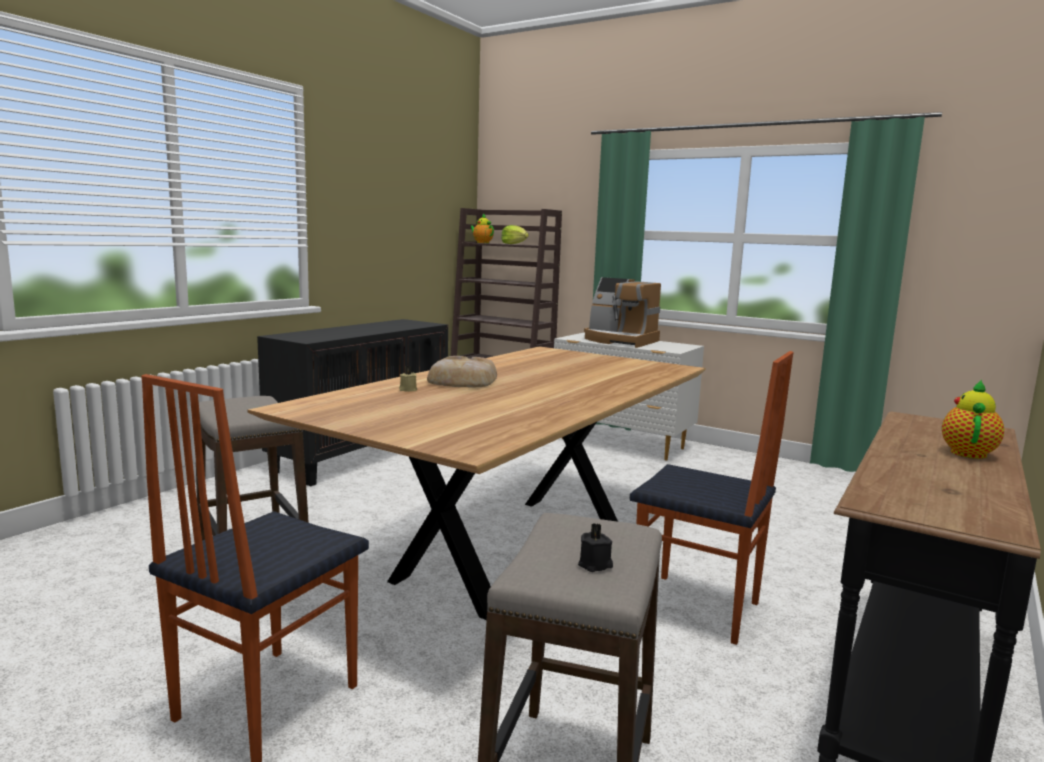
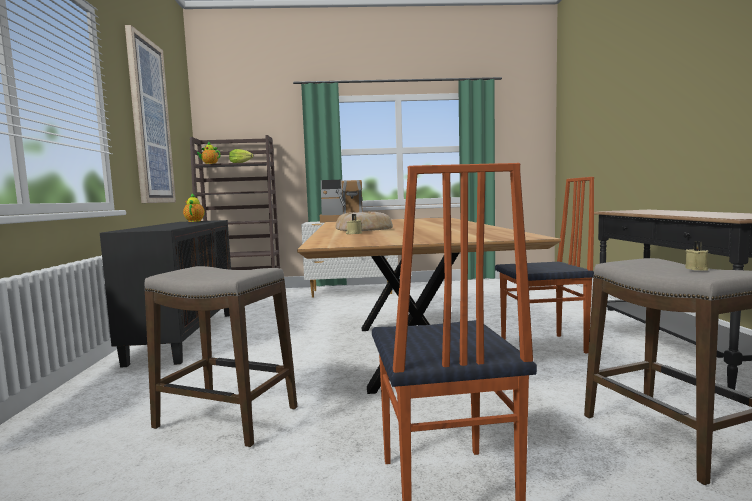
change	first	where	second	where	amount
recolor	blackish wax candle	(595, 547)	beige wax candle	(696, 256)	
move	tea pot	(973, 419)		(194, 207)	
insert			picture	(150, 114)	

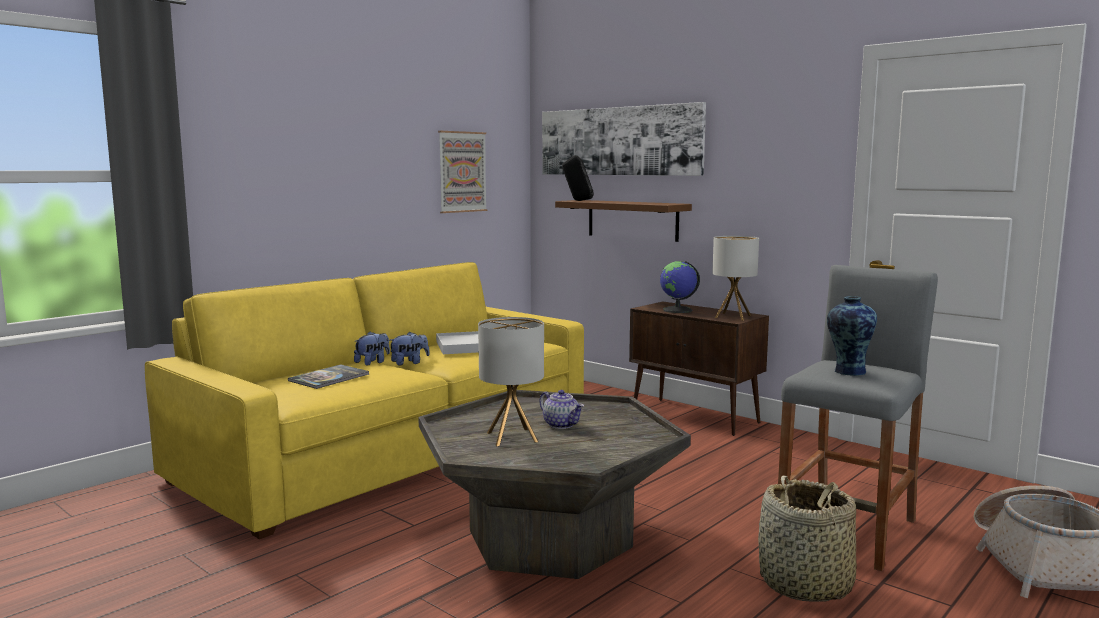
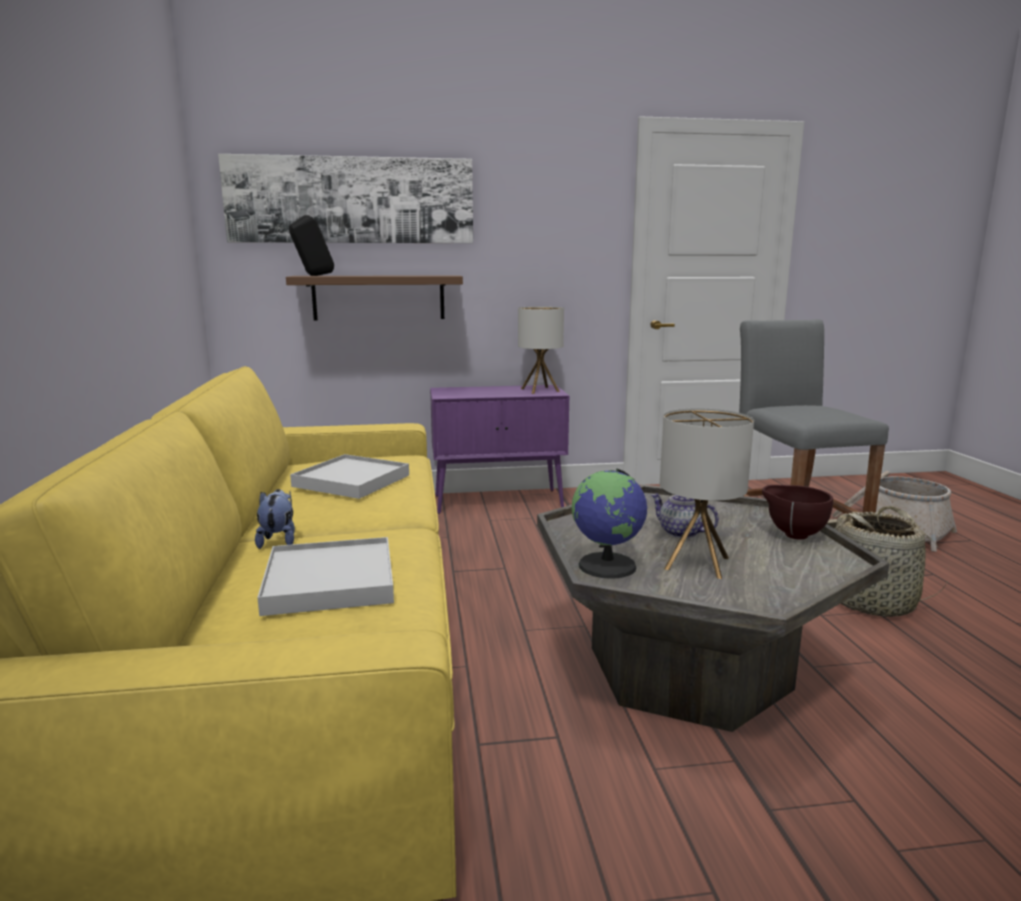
change	first	where	second	where	amount
replace	bound book	(328, 376)	white-coloured tray	(325, 576)	
delete	cuddly toy	(409, 348)			
delete	picture	(462, 172)			
rotate	tea pot	(562, 409)		(684, 516)	135 degrees counterclockwise
recolor	brownish cabinet	(699, 369)	purple cabinet	(499, 449)	
move	desk globe	(680, 287)		(609, 524)	
delete	vase	(852, 336)			
insert			brownish deep dish	(797, 512)	

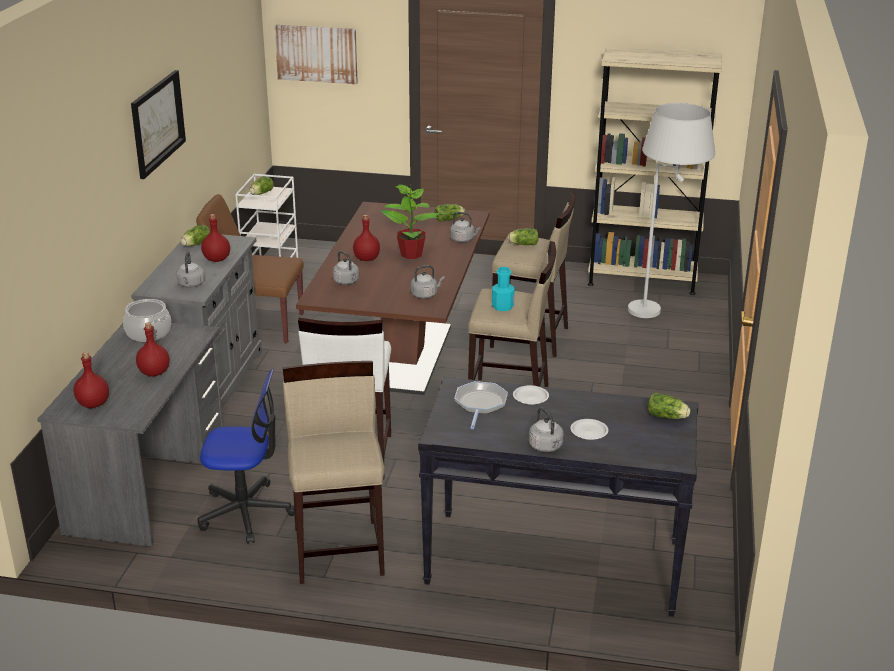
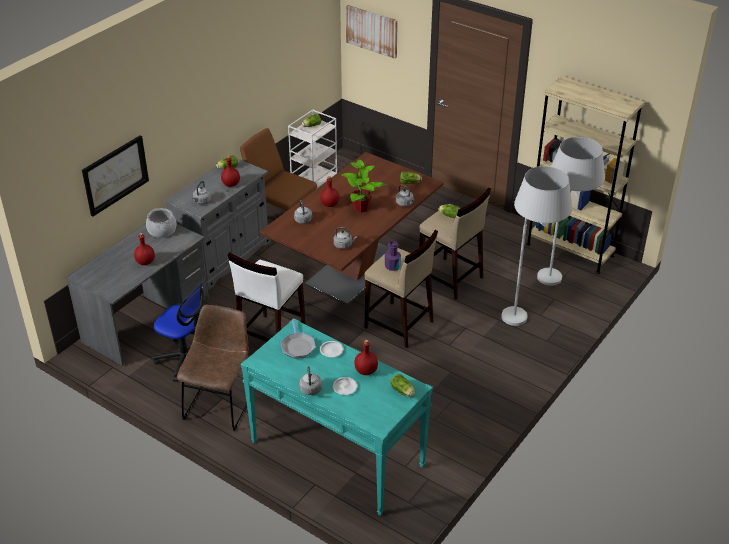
change	first	where	second	where	amount
move	red-coloured beverage bottle	(91, 380)		(366, 357)	
move	picture	(158, 124)		(115, 175)	
replace	beige stool	(334, 472)	brownish chair	(212, 368)	
recolor	blackish hall table	(558, 496)	turquoise-coloured hall table	(337, 417)	
rotate	frying pan	(481, 405)		(298, 339)	135 degrees clockwise
recolor	turquoise-coloured beverage bottle	(503, 289)	purple beverage bottle	(393, 256)	
insert			white-coloured standing lamp	(536, 246)	

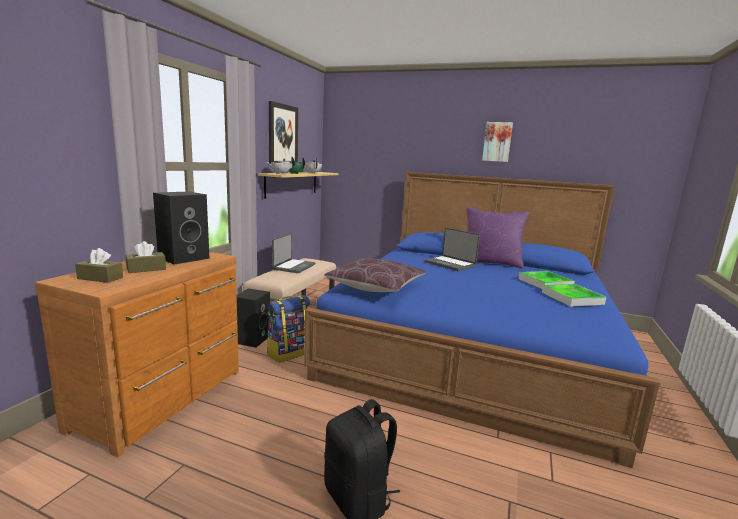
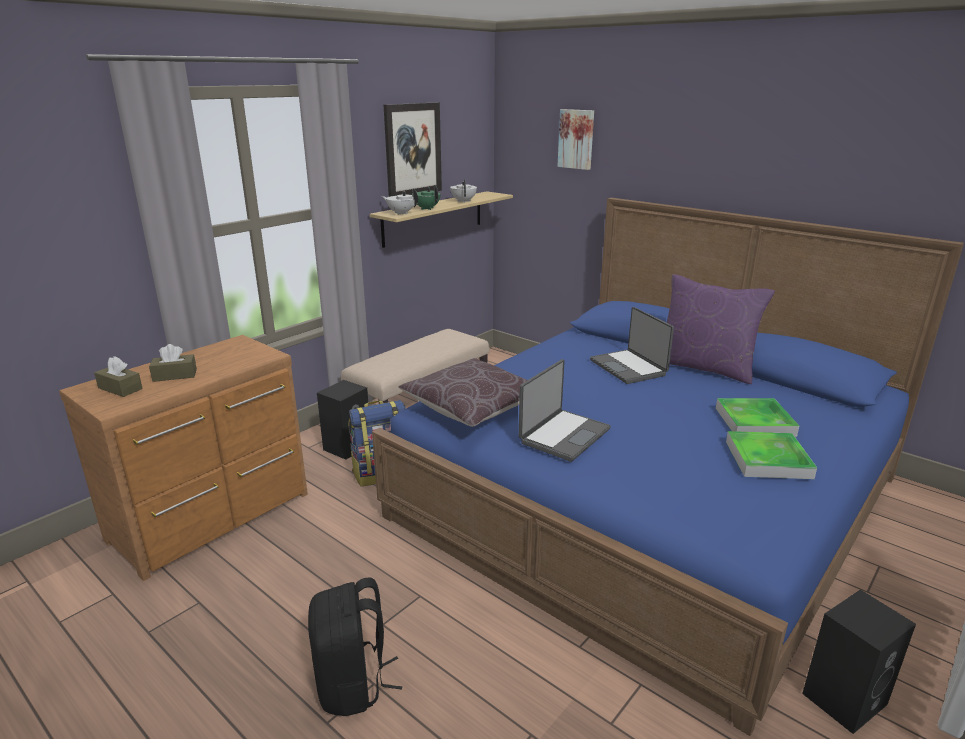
change	first	where	second	where	amount
move	blackish loudspeaker	(181, 228)		(859, 662)	
move	laptop	(293, 253)		(565, 410)	
move	picture	(497, 142)		(575, 139)	

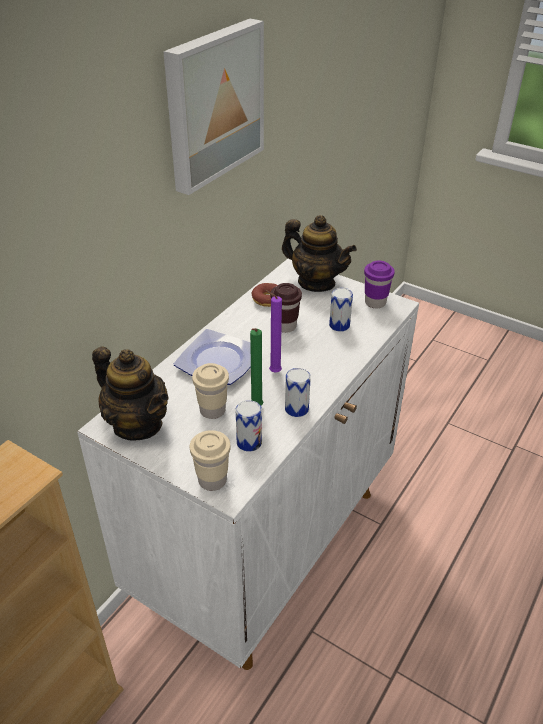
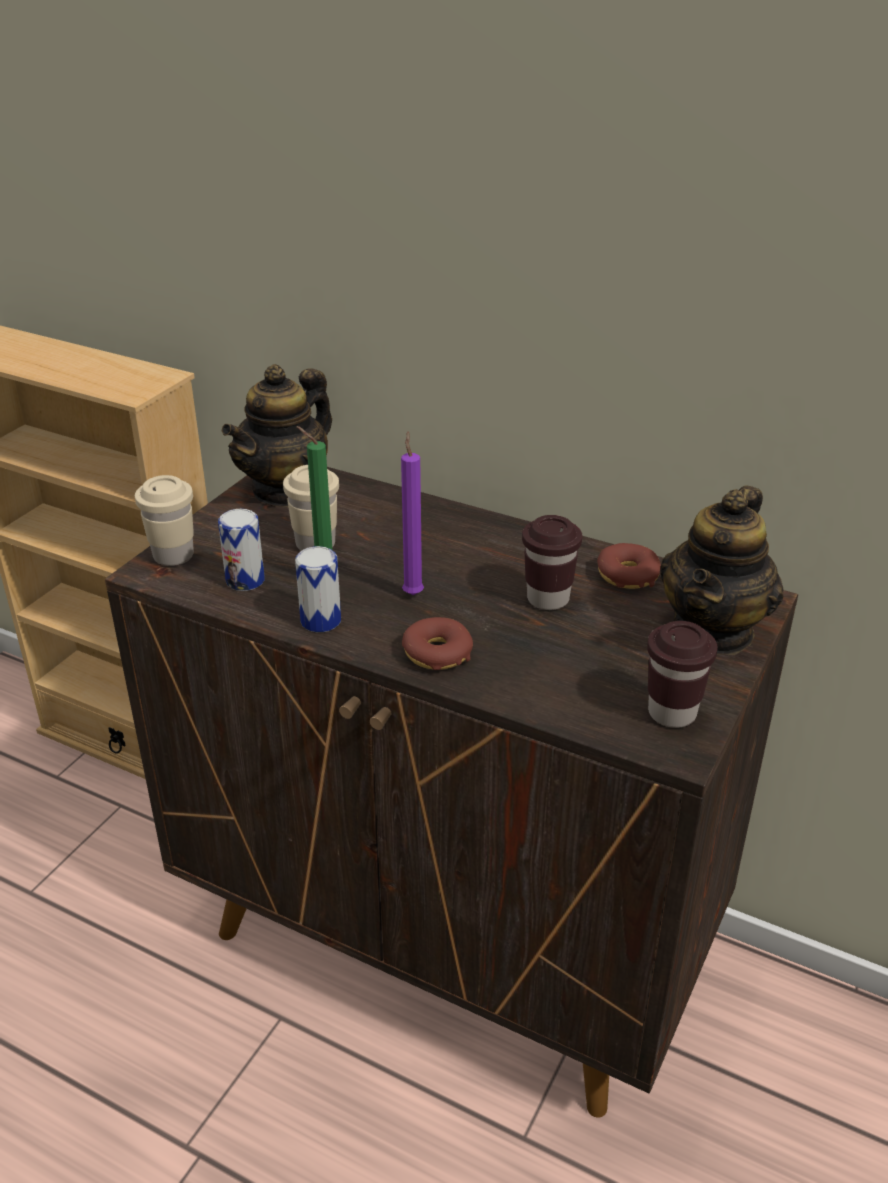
change	first	where	second	where	amount
recolor	white-coloured cabinet	(248, 464)	brownish cabinet	(451, 792)	
delete	picture	(213, 107)			
delete	plate	(212, 357)			
delete	metal can	(341, 310)			
recolor	purple drinking cup	(379, 284)	brownish drinking cup	(682, 674)	
insert			ring doughnut	(437, 643)	

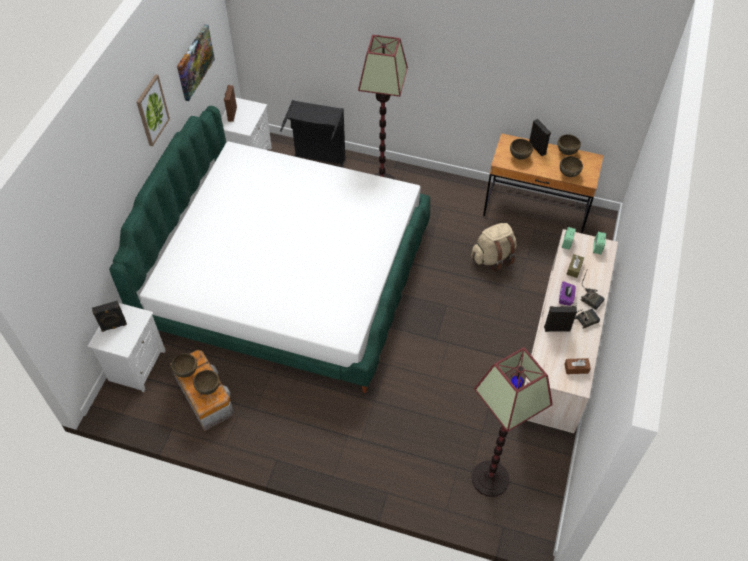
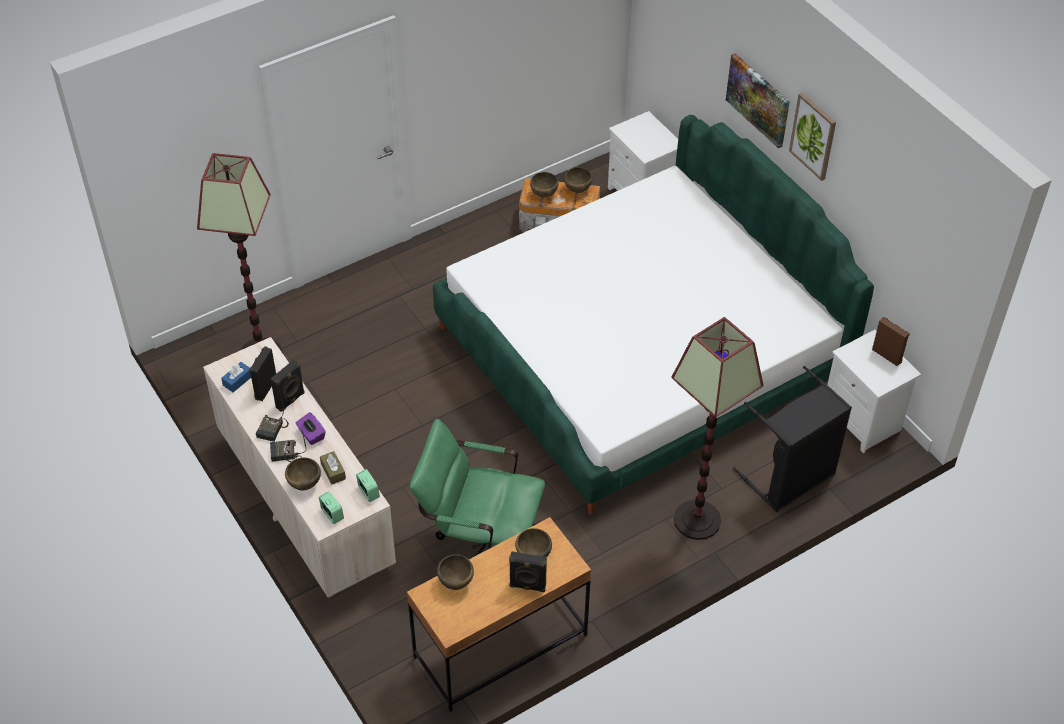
change	first	where	second	where	amount
move	blackish loudspeaker	(109, 316)		(262, 373)	
move	picture	(196, 62)		(758, 100)	
replace	beige backpack	(493, 247)	green-coloured computer chair	(477, 487)	
move	brownish deep dish	(569, 144)		(303, 474)	
recolor	brownish tissue holder	(578, 366)	bluish tissue holder	(236, 377)	

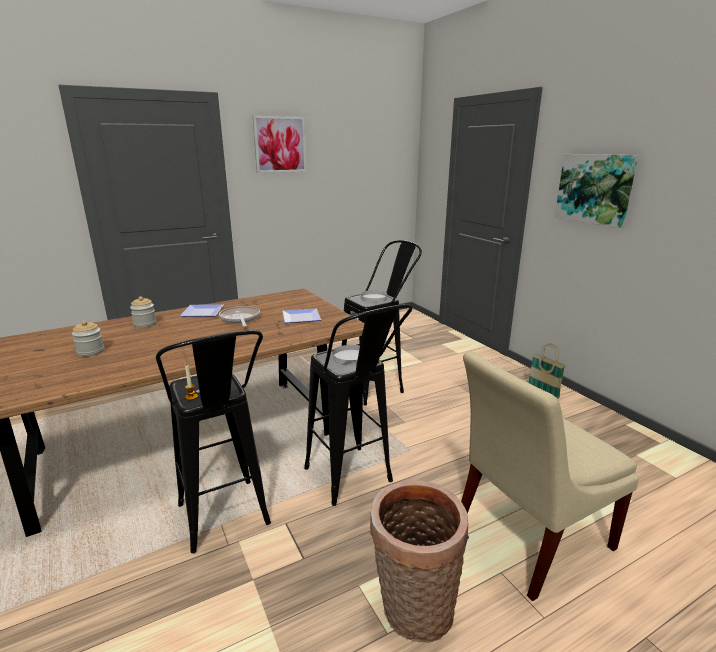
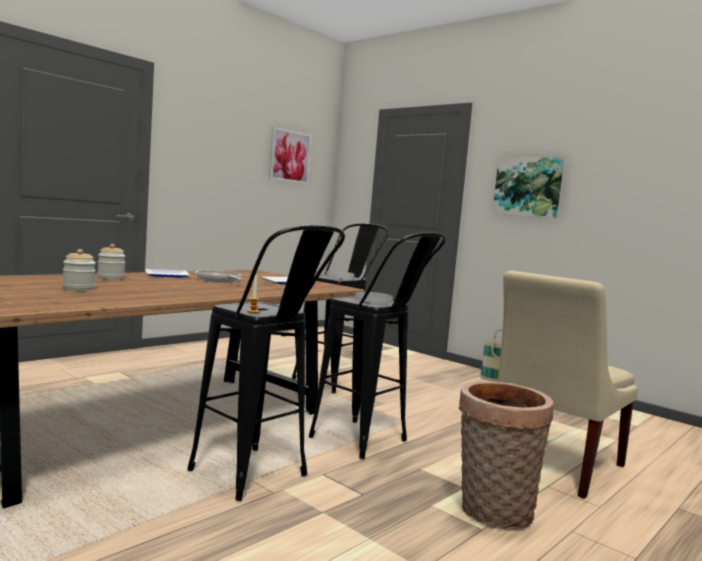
change	first	where	second	where	amount
move	picture	(280, 144)		(290, 155)	

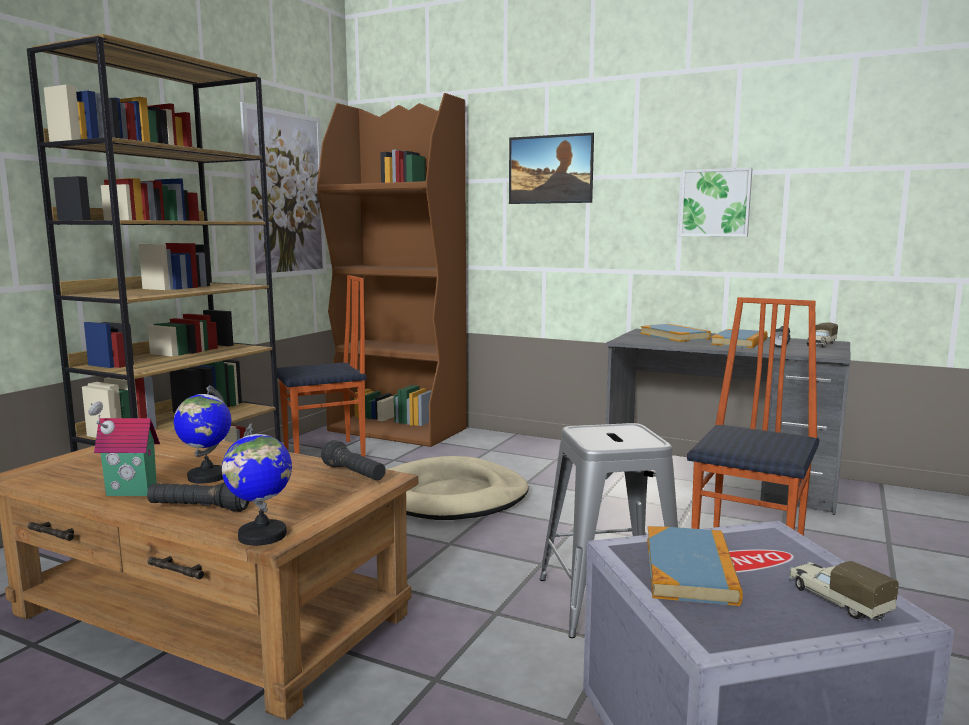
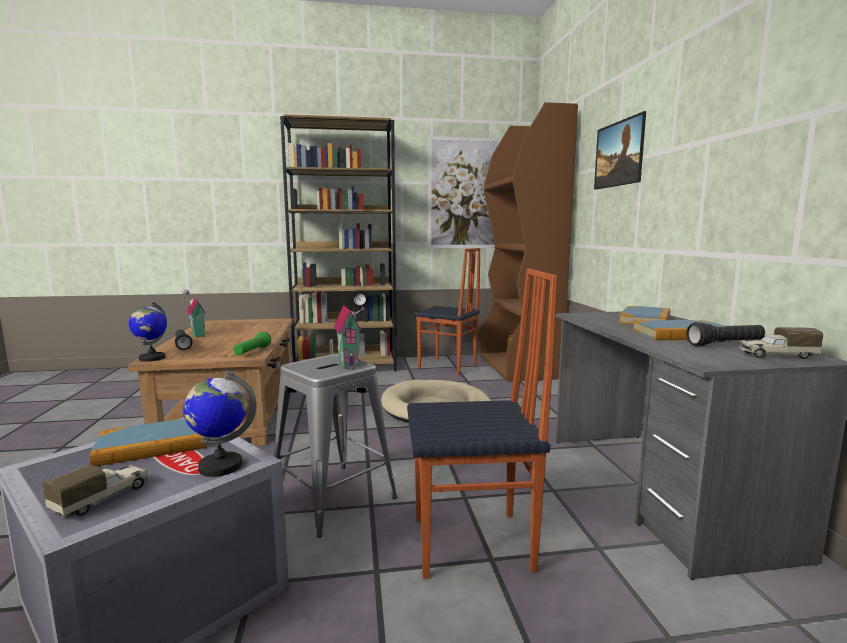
change	first	where	second	where	amount
move	desk globe	(202, 434)		(219, 424)	
recolor	blackish hand torch	(353, 460)	green-coloured hand torch	(252, 343)	
delete	picture	(716, 202)			
insert			toy house	(350, 331)	

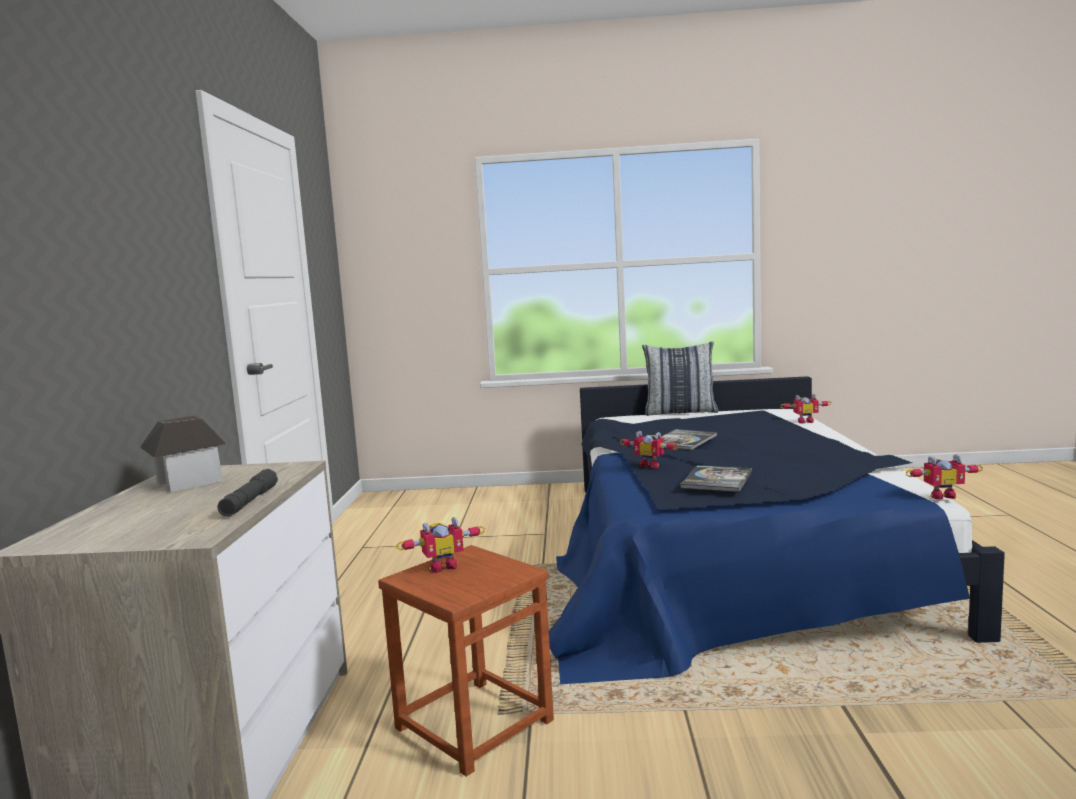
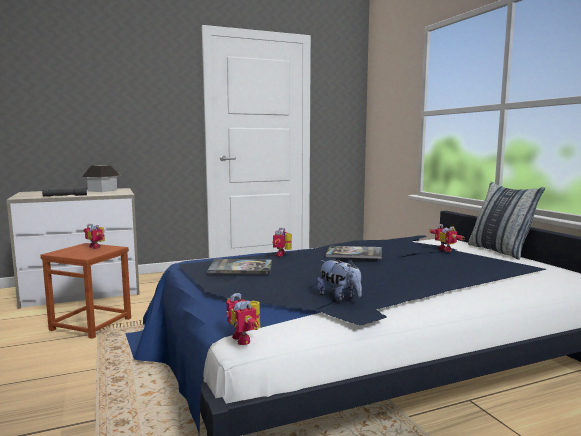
change	first	where	second	where	amount
move	toy robot	(805, 409)		(446, 238)	
insert			cuddly toy	(339, 280)	

